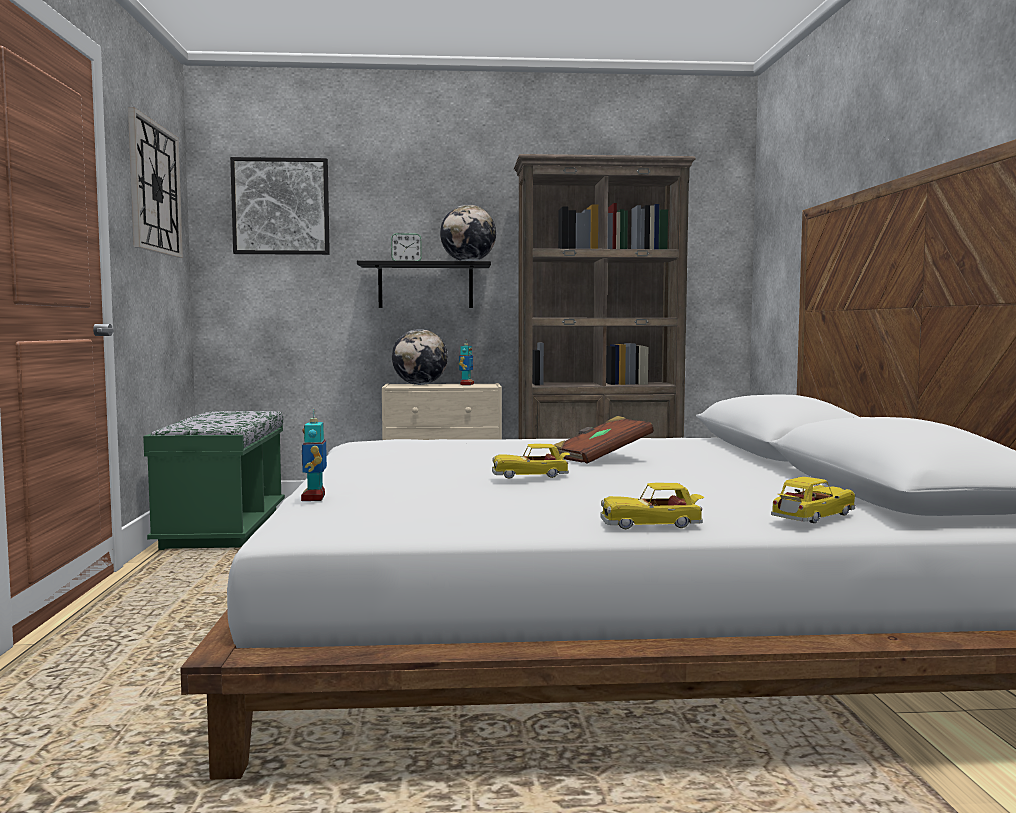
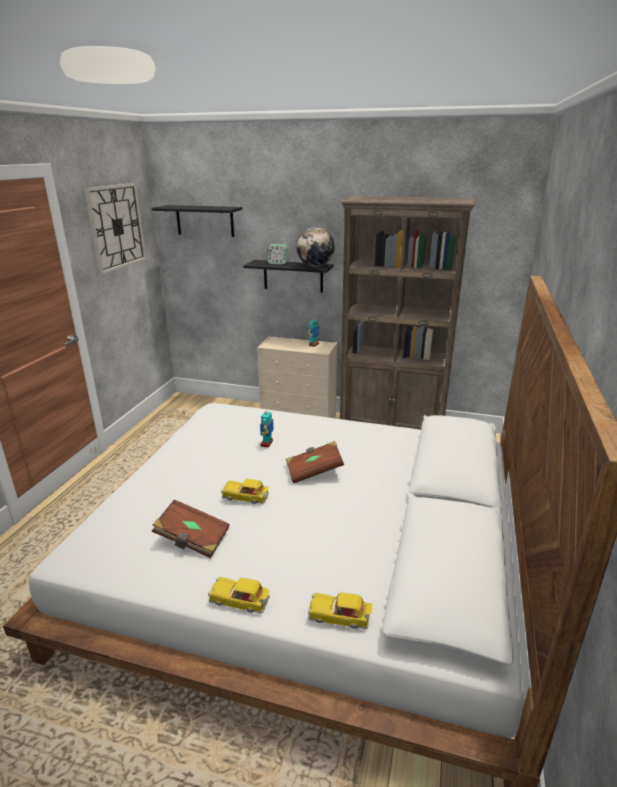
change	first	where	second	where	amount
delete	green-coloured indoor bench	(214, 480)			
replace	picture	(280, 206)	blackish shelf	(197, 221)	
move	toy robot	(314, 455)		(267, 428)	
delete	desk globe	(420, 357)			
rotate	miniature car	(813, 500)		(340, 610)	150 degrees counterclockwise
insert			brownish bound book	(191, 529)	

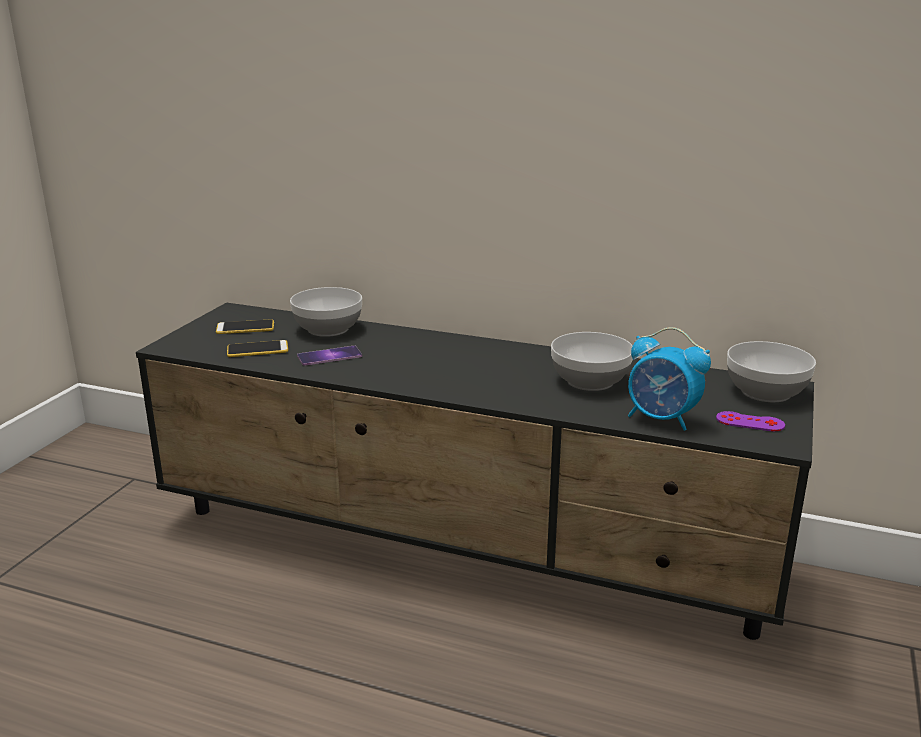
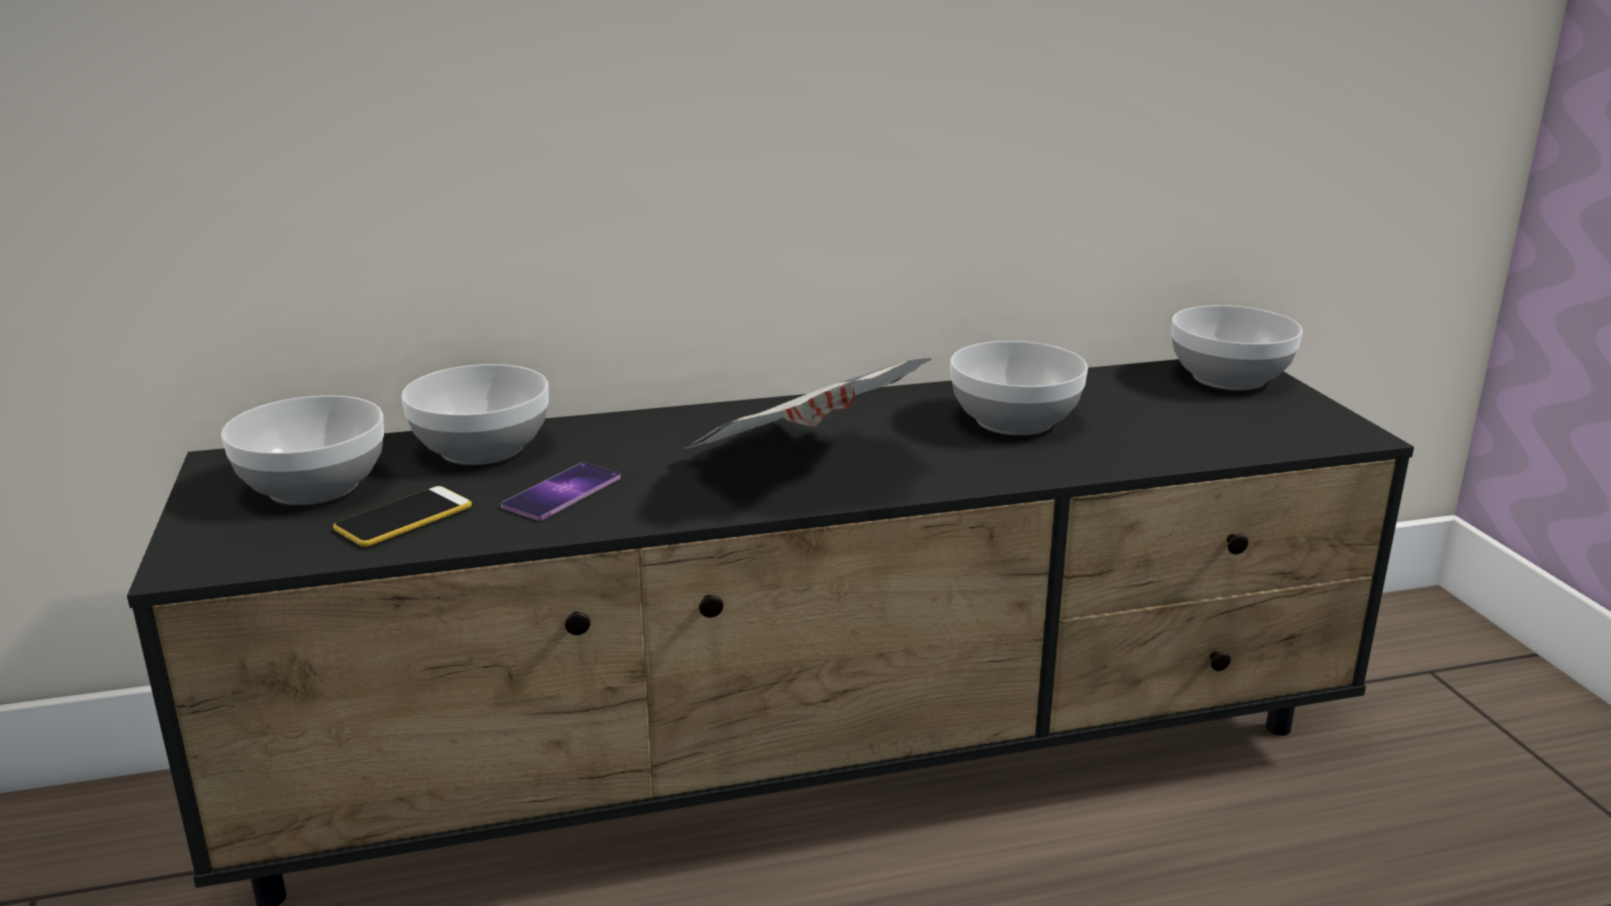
change	first	where	second	where	amount
replace	phone	(245, 326)	deep dish	(302, 450)	
delete	alarm clock	(669, 379)			
delete	purple gamepad	(750, 421)			
insert			newspaper	(807, 403)	

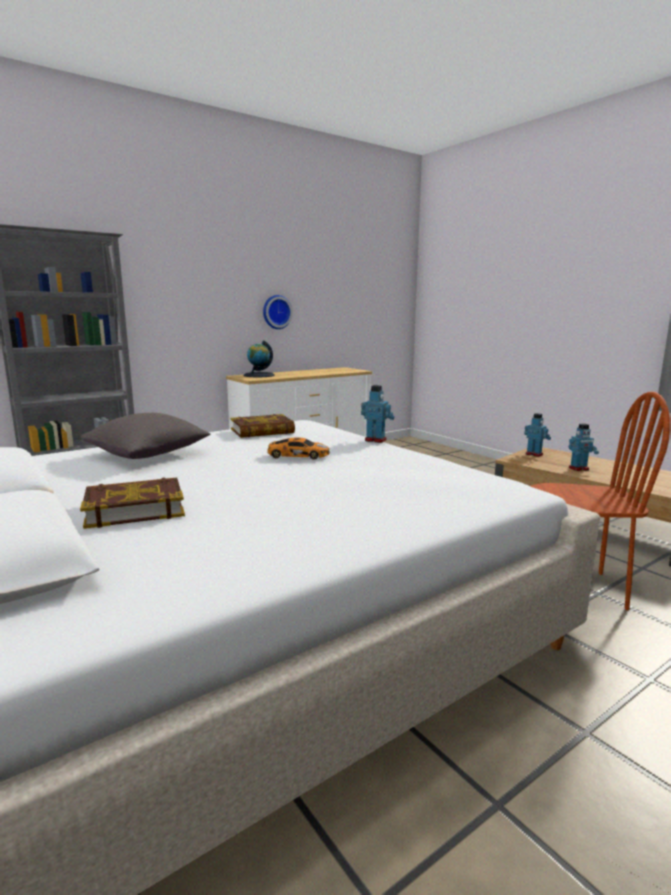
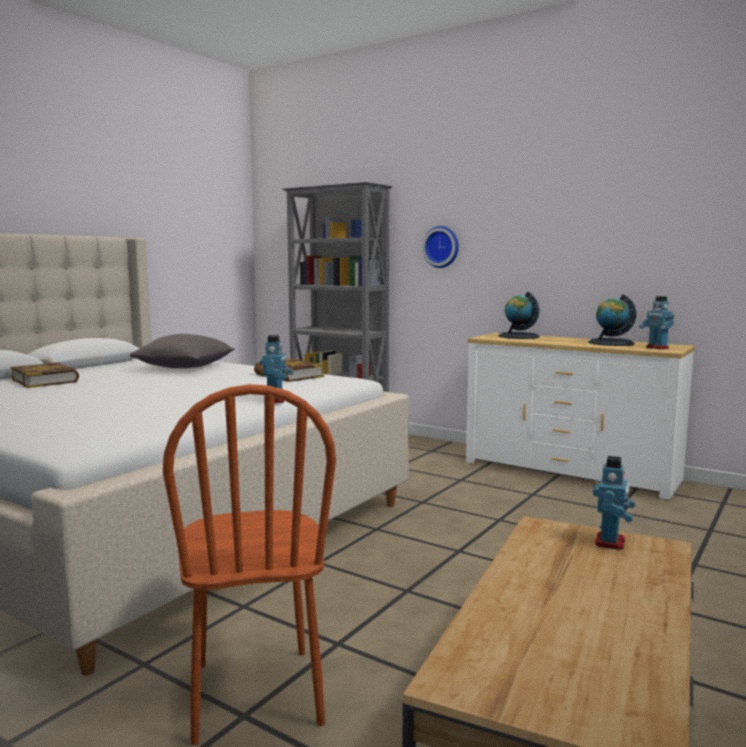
change	first	where	second	where	amount
move	clock on the wall	(278, 312)		(440, 247)	
delete	miniature car	(298, 448)			
move	toy robot	(584, 447)		(656, 322)	
insert			desk globe	(612, 320)	

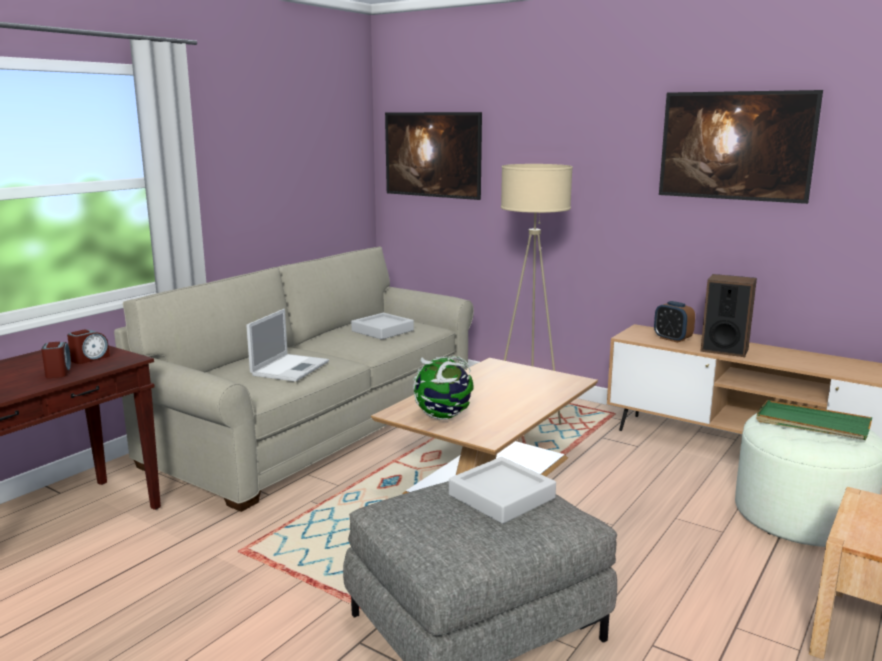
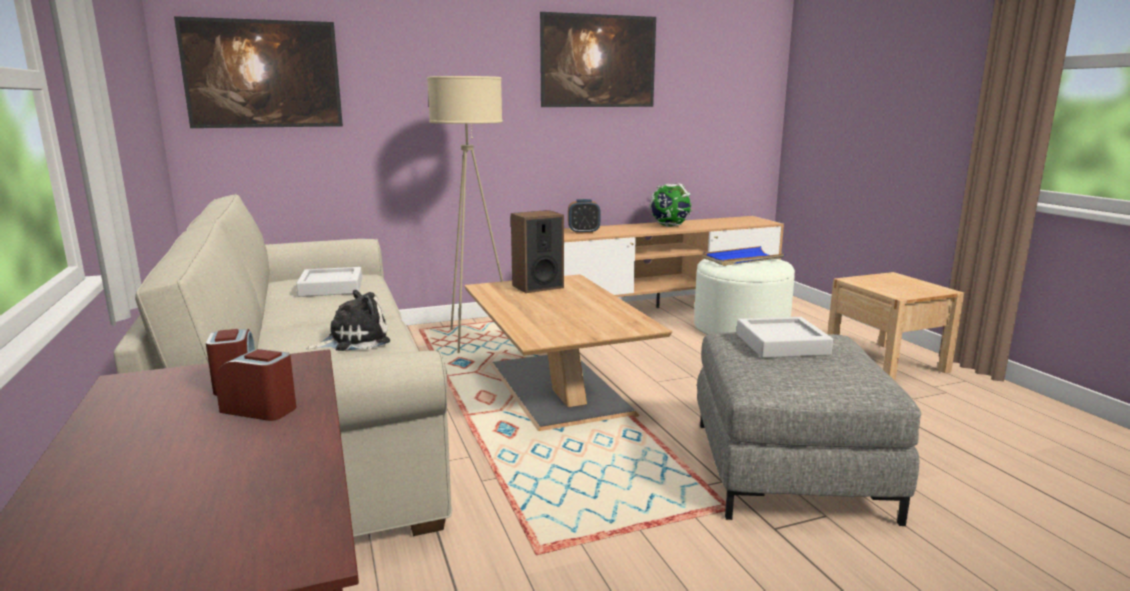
change	first	where	second	where	amount
replace	laptop	(287, 345)	cuddly toy	(348, 320)	
move	desk globe	(443, 388)		(670, 205)	
move	loudspeaker	(729, 315)		(537, 251)	
recolor	green-coloured tray	(814, 420)	bluish tray	(744, 256)	

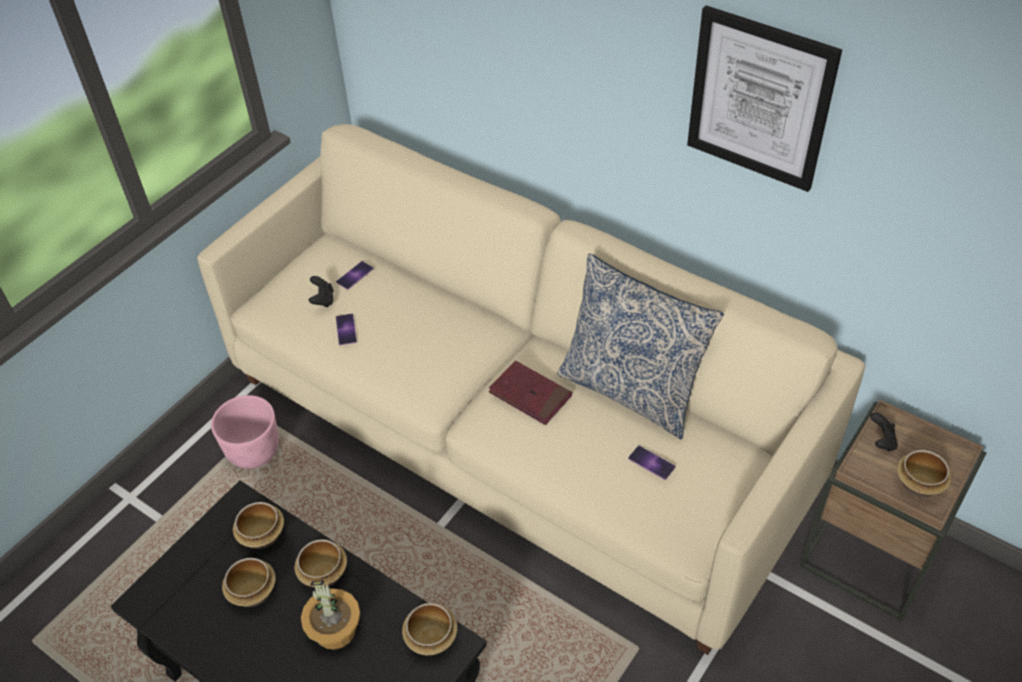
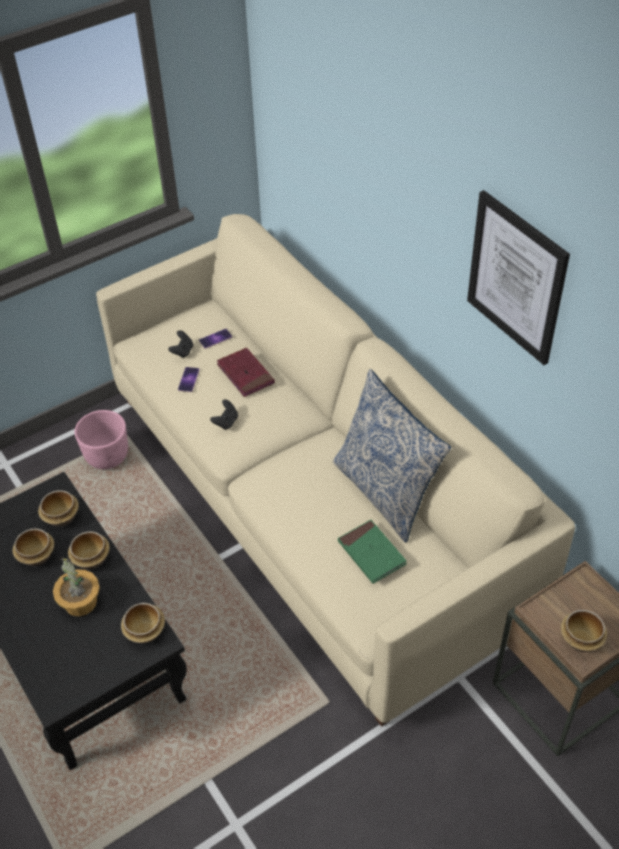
change	first	where	second	where	amount
move	red-coloured bound book	(530, 393)		(246, 372)	
replace	phone	(652, 463)	green-coloured bound book	(372, 552)	
move	blackish gamepad	(884, 432)		(224, 414)	

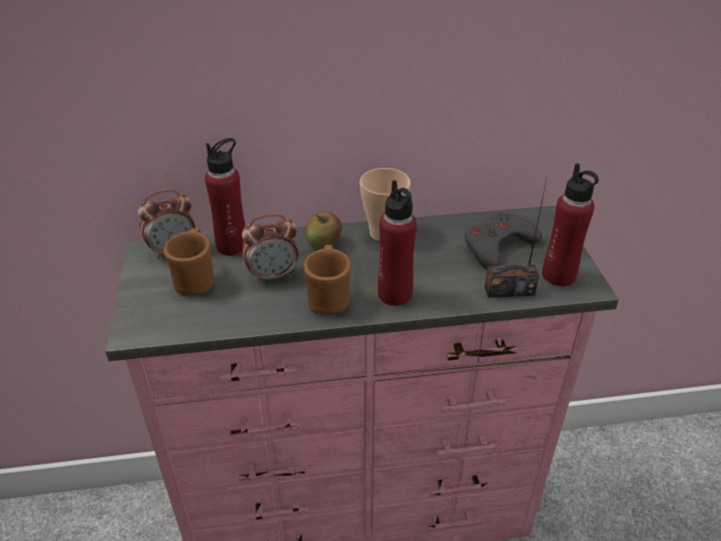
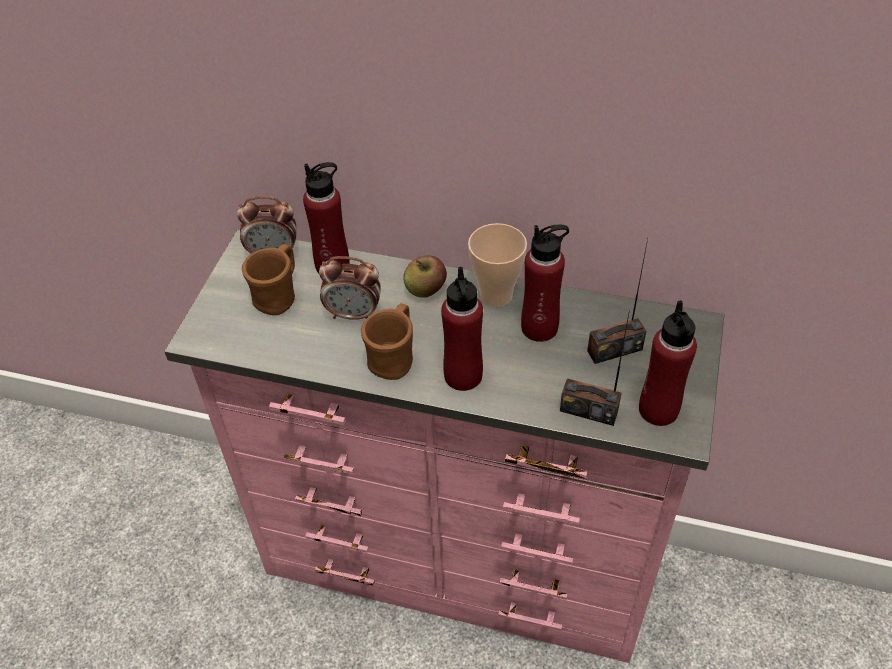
change	first	where	second	where	amount
replace	greyish gamepad	(503, 241)	radio receiver	(617, 301)	
insert			red-coloured beverage bottle	(545, 283)	

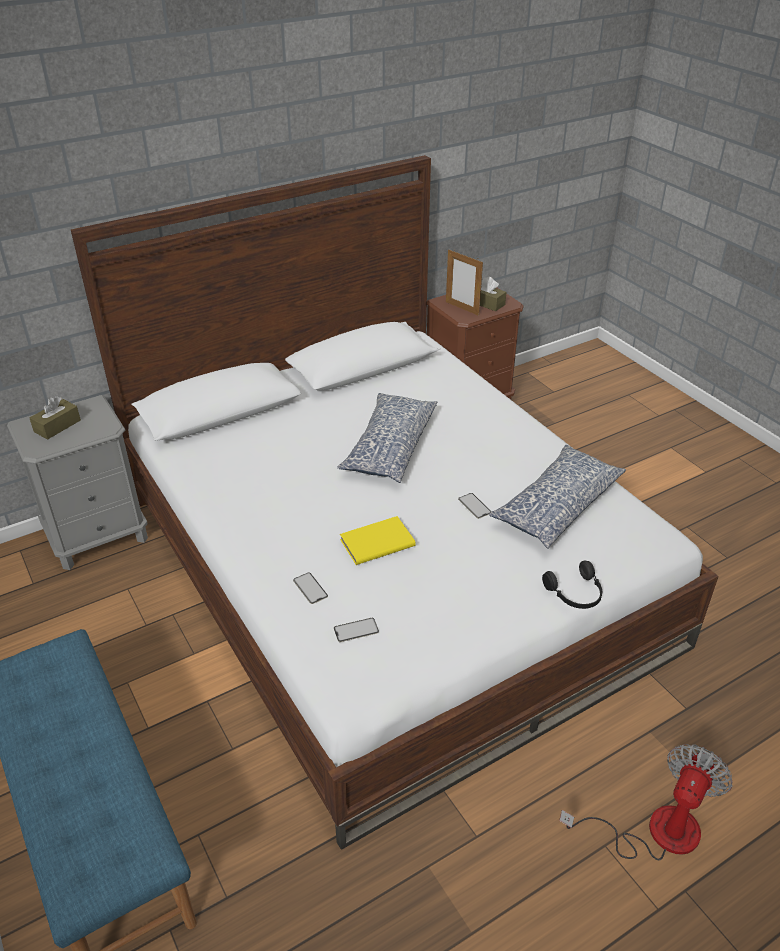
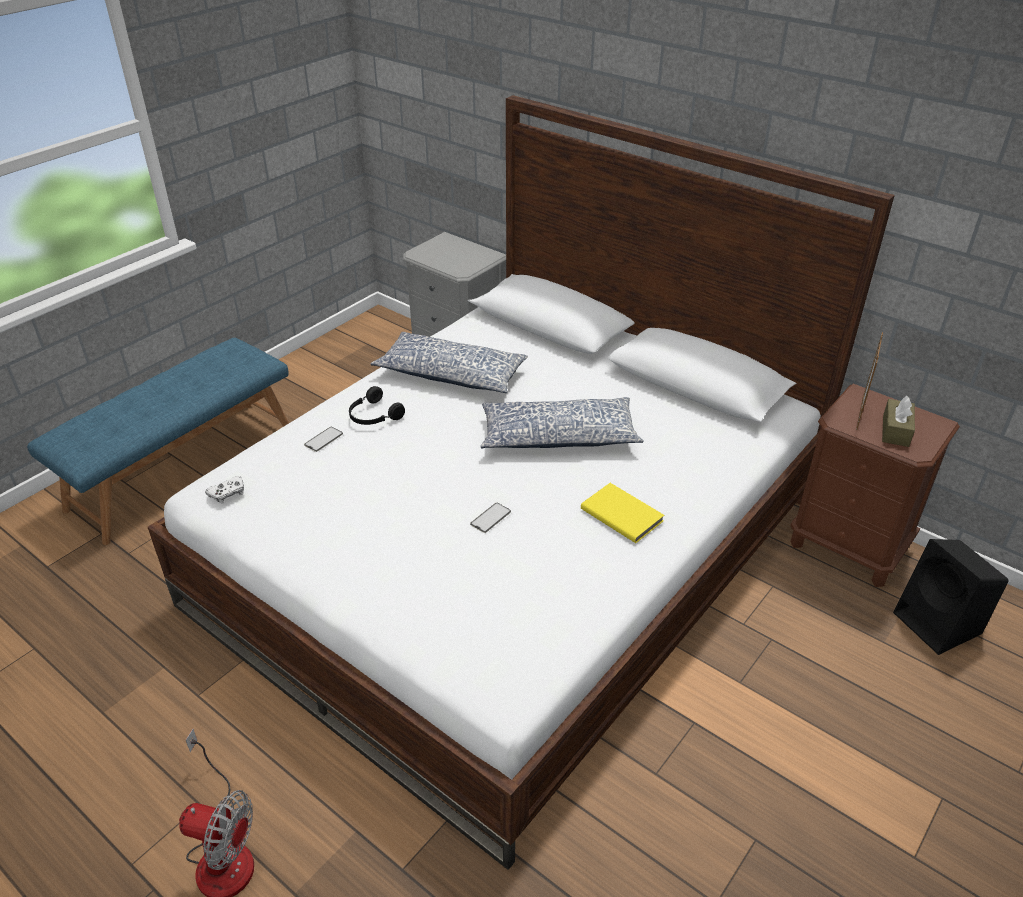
change	first	where	second	where	amount
delete	brownish tissue holder	(55, 418)			
delete	phone	(356, 630)			
move	yellowish bound book	(378, 540)		(622, 513)	
move	pillow	(557, 497)		(449, 362)	
move	blackish headset	(572, 585)		(377, 405)	
insert			white-coloured gamepad	(224, 489)	
insert			blackish loudspeaker	(951, 597)	

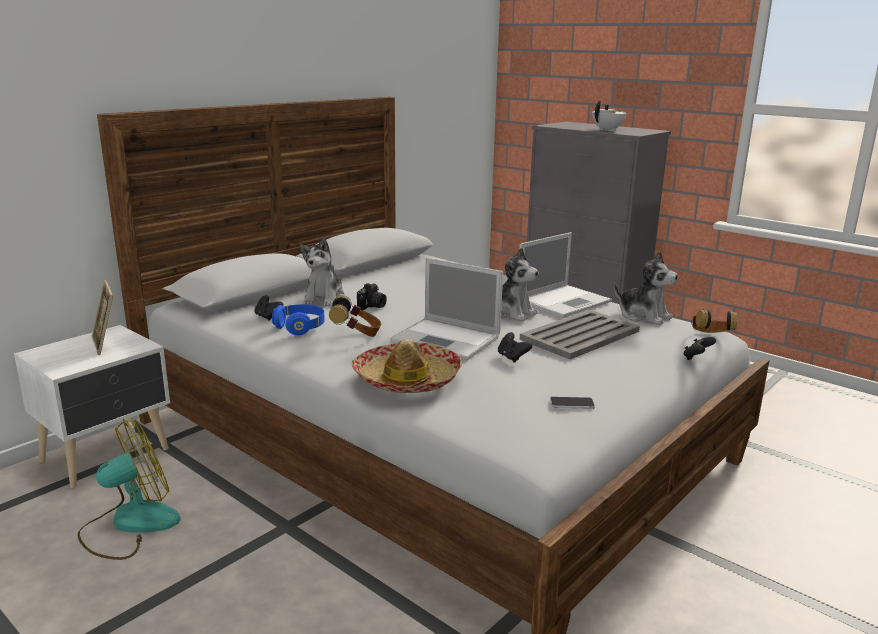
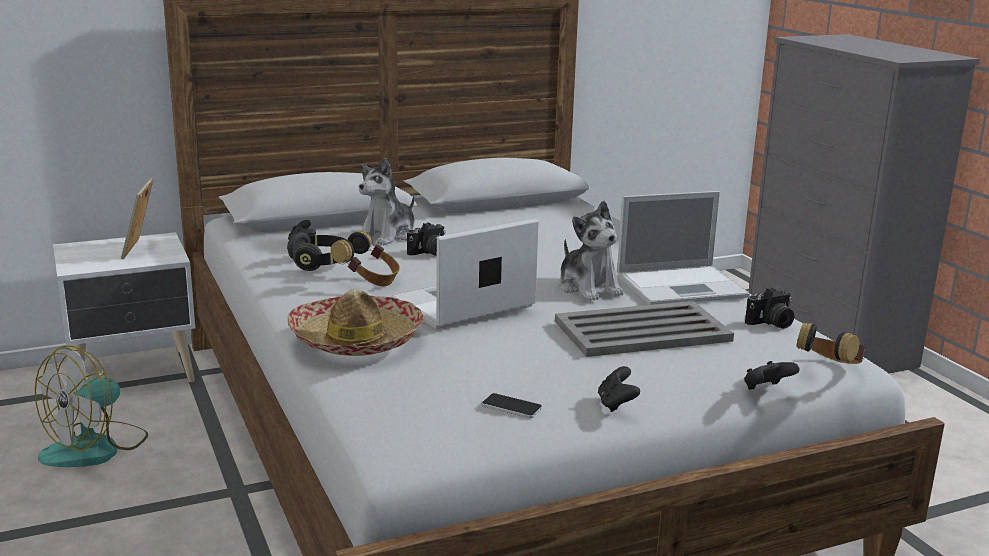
change	first	where	second	where	amount
rotate	fan	(129, 489)		(91, 406)	135 degrees clockwise
recolor	bluish headset	(298, 319)	blackish headset	(316, 251)	
rotate	laptop	(446, 309)		(465, 274)	90 degrees clockwise
move	blackish gamepad	(515, 347)		(619, 389)	
delete	white-coloured tea pot	(609, 116)			
replace	cuddly toy	(646, 288)	still camera	(769, 308)	

